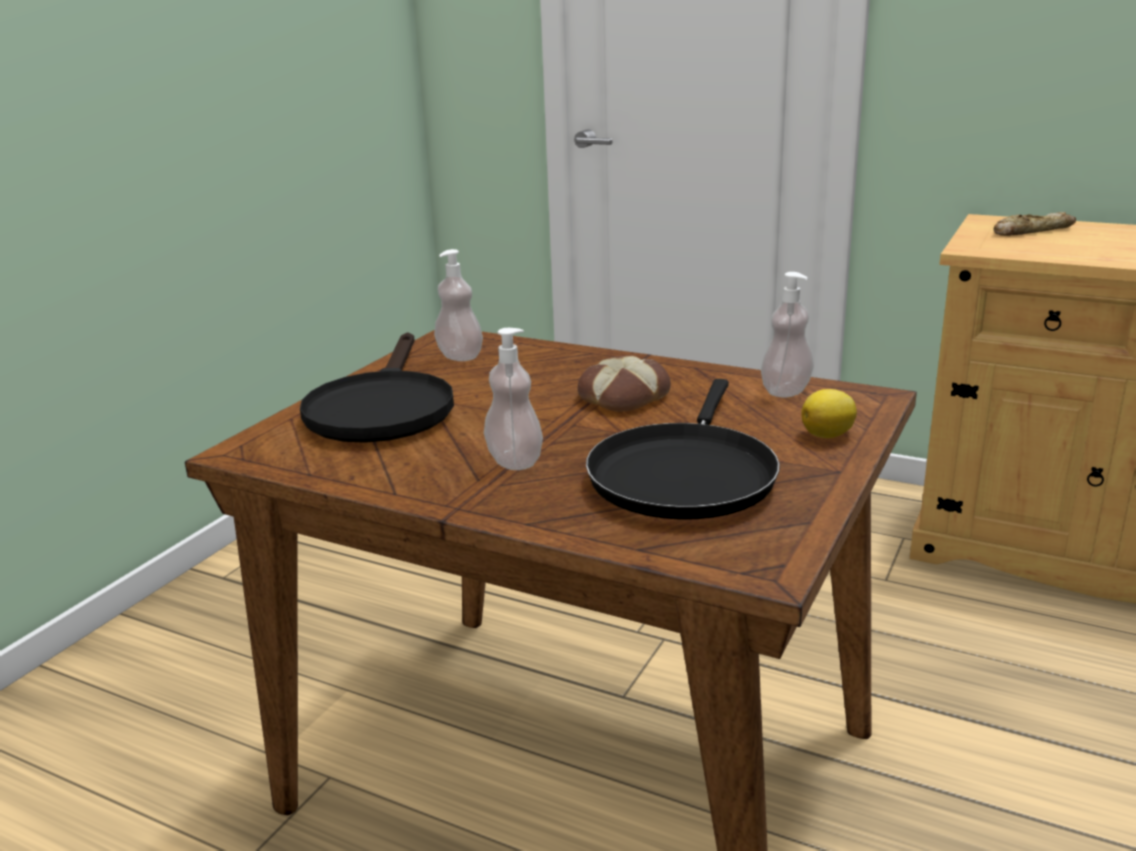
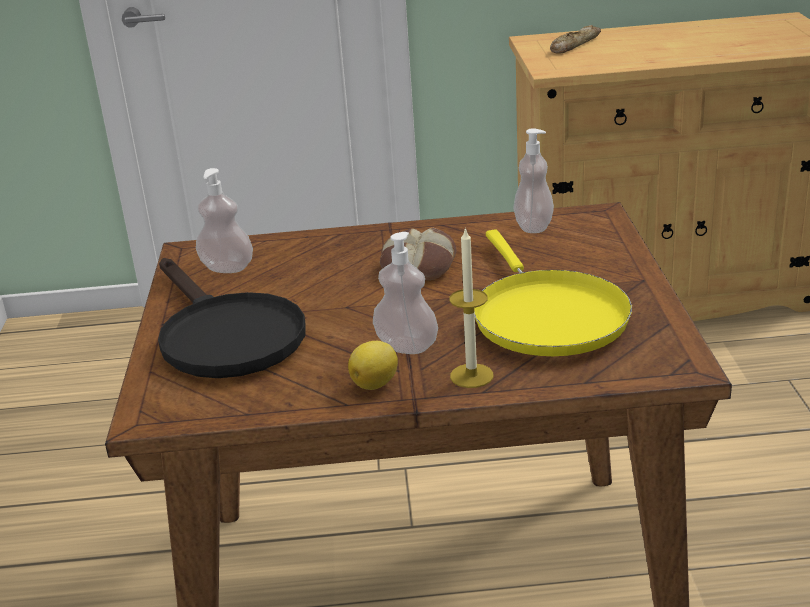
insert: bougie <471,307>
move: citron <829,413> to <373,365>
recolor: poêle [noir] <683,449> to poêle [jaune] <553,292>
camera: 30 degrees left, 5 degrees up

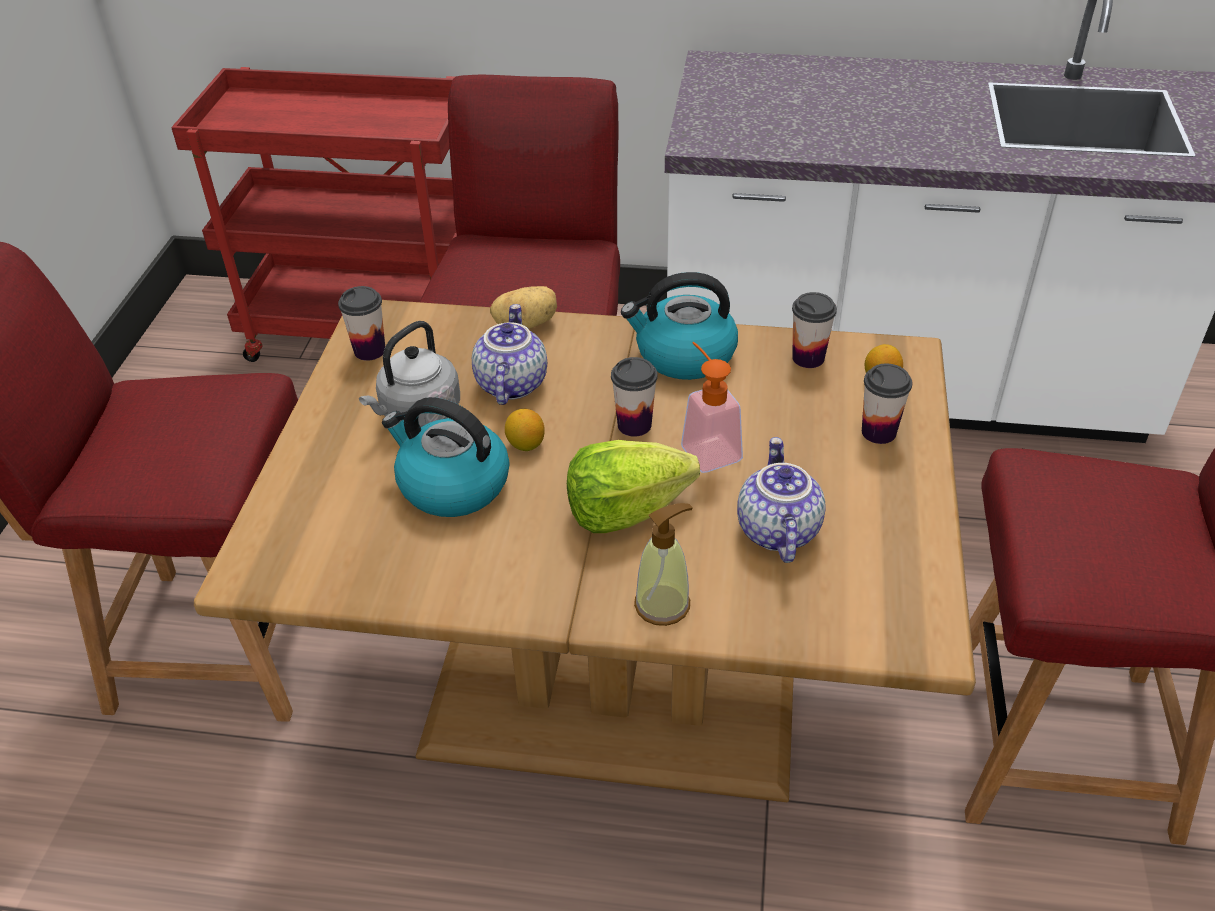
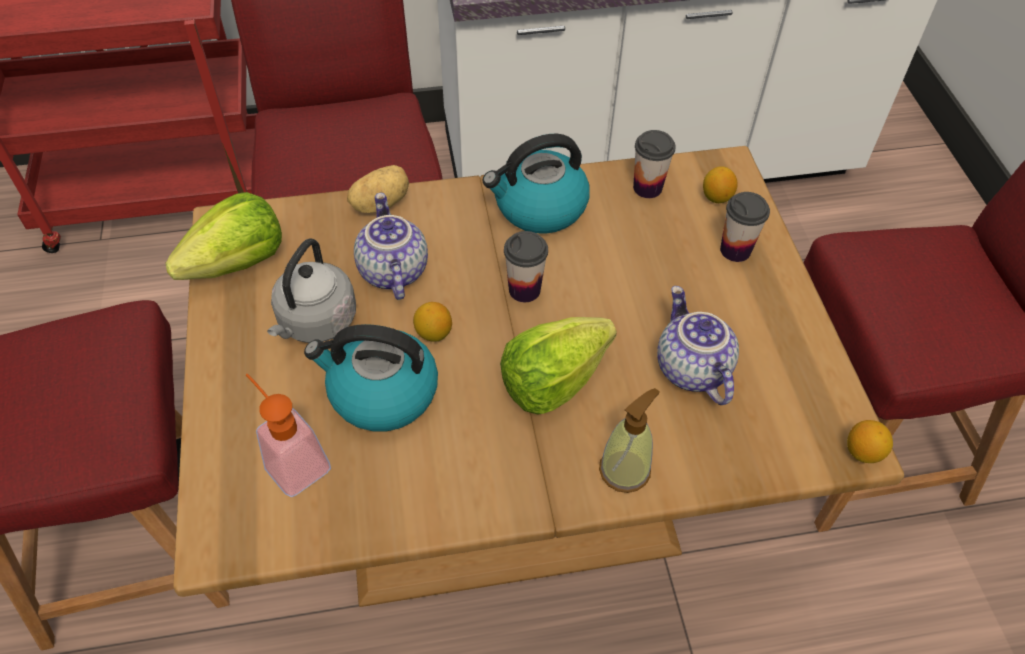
insert: citron <870,441>
move: distributeur de savon <712,407> to <288,435>
replace: tasse <361,323> to laitue <224,236>
camera: 20 degrees left, 10 degrees up

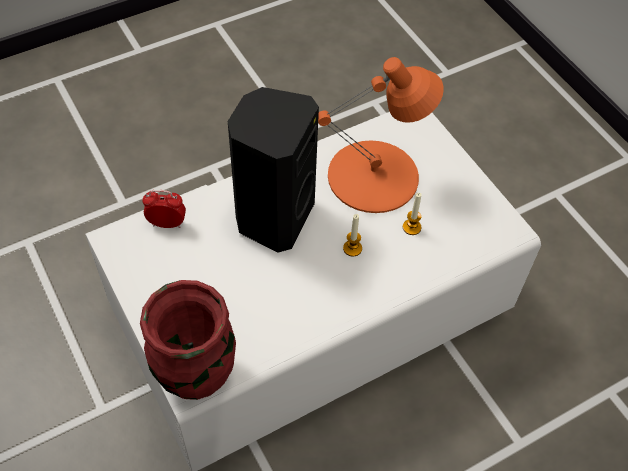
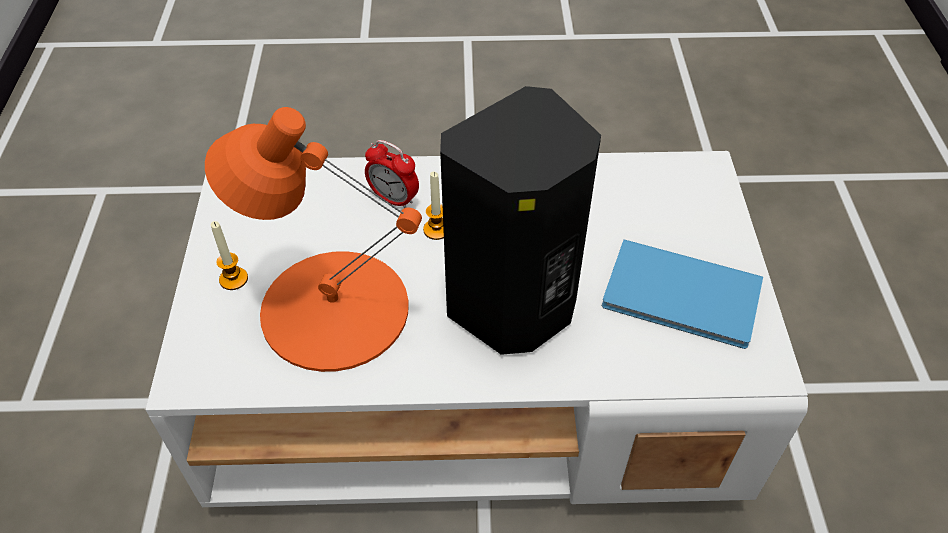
delete: vase [rouge] <188,340>
insert: livre [bleu] <682,294>
move: réveil <164,209> to <392,174>; bougie <412,214> to <229,255>
camera: 150 degrees left, 5 degrees down

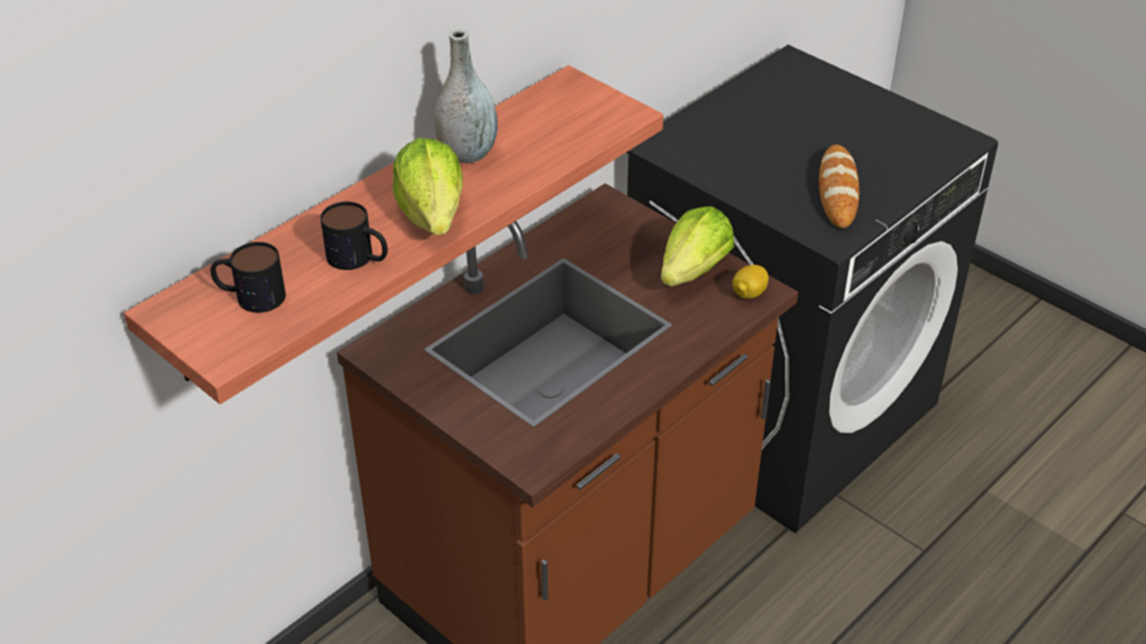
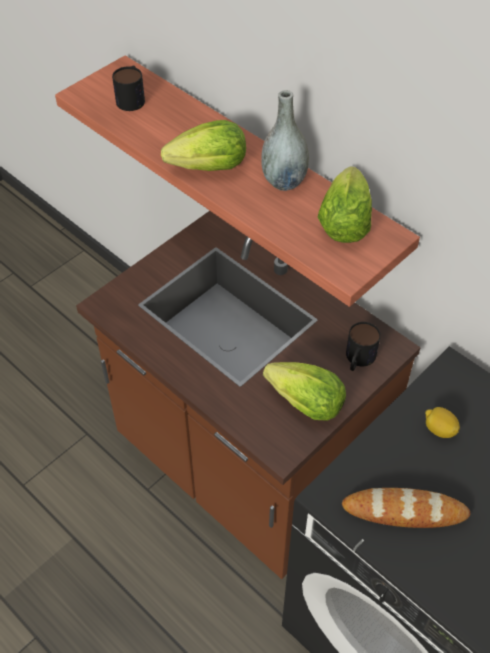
insert: laitue <344,204>
move: mug <354,236> to <363,346>; citron <750,282> to <442,422>
camera: 90 degrees right, 10 degrees up

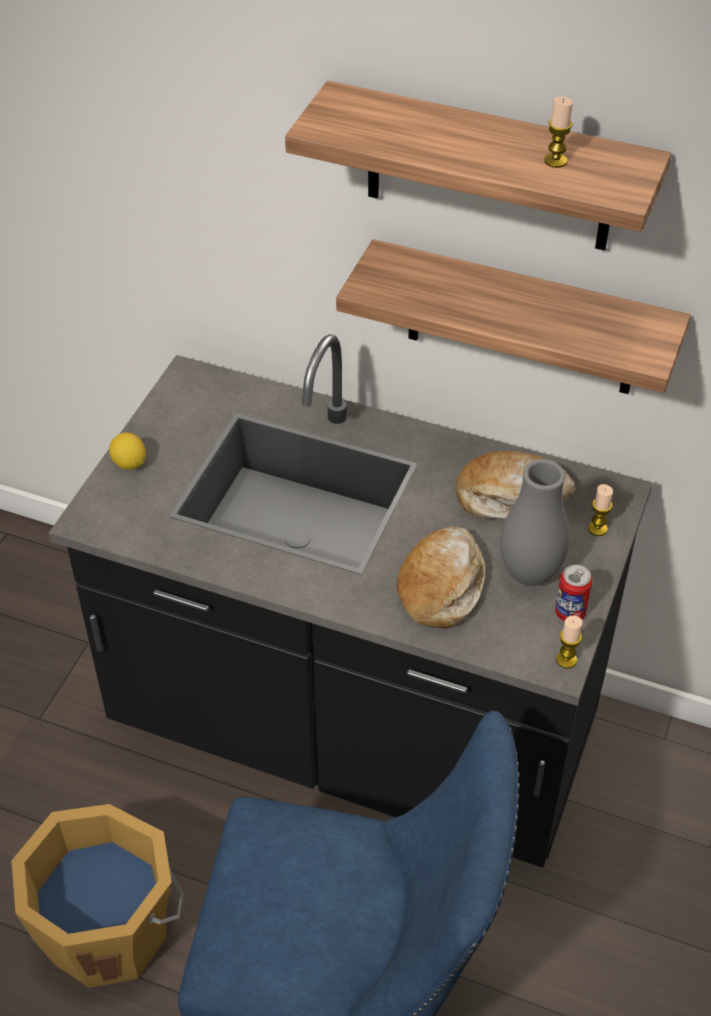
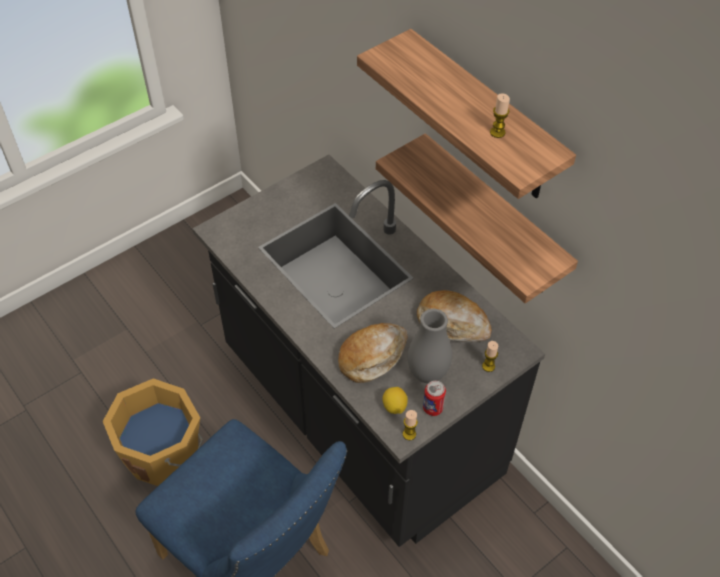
move: citron <127,451> to <395,400>
camera: 30 degrees right, 5 degrees up

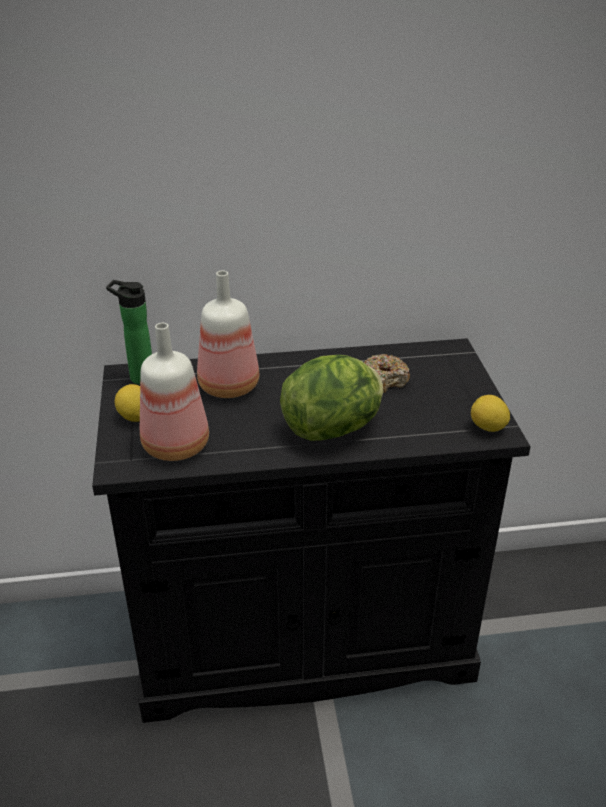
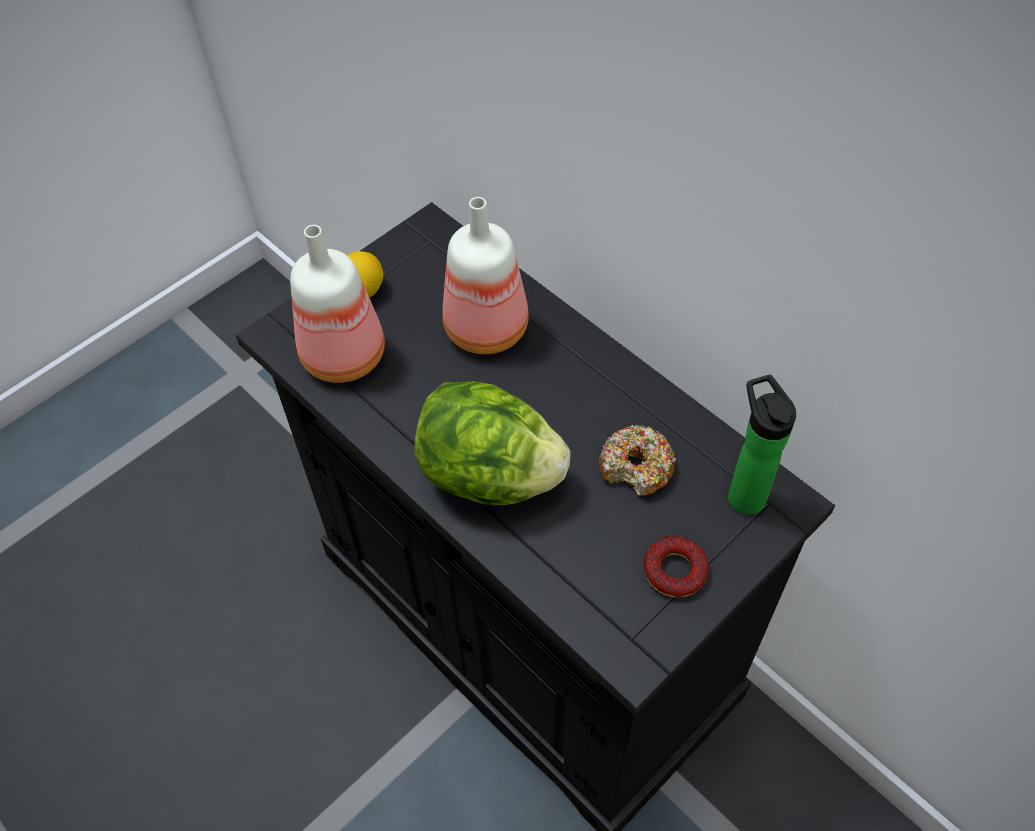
delete: citron <490,413>
insert: beignet <676,566>
move: bouteille <129,332> to <762,445>
camera: 55 degrees right, 20 degrees up

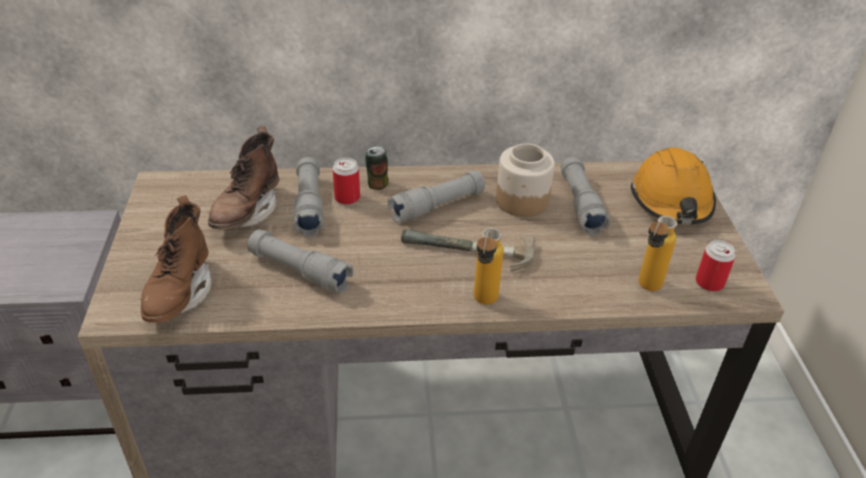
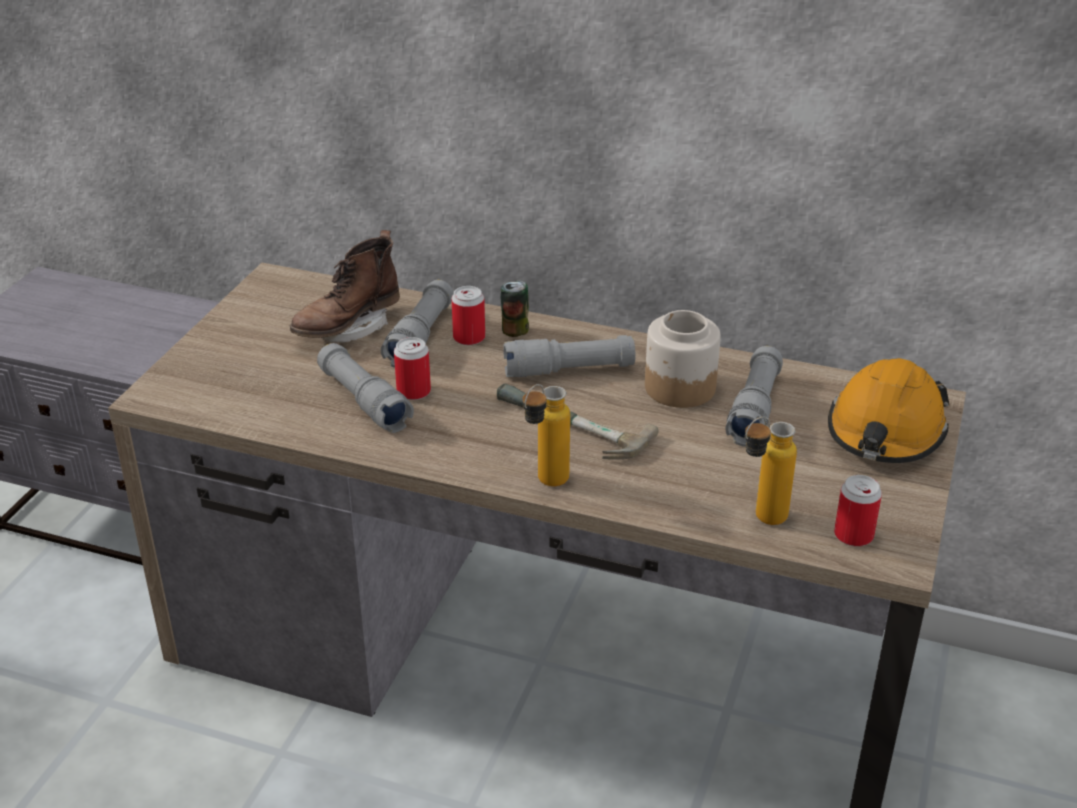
delete: botte [marron] <175,259>
insert: boîte métallique <412,368>
camera: 25 degrees right, 5 degrees down

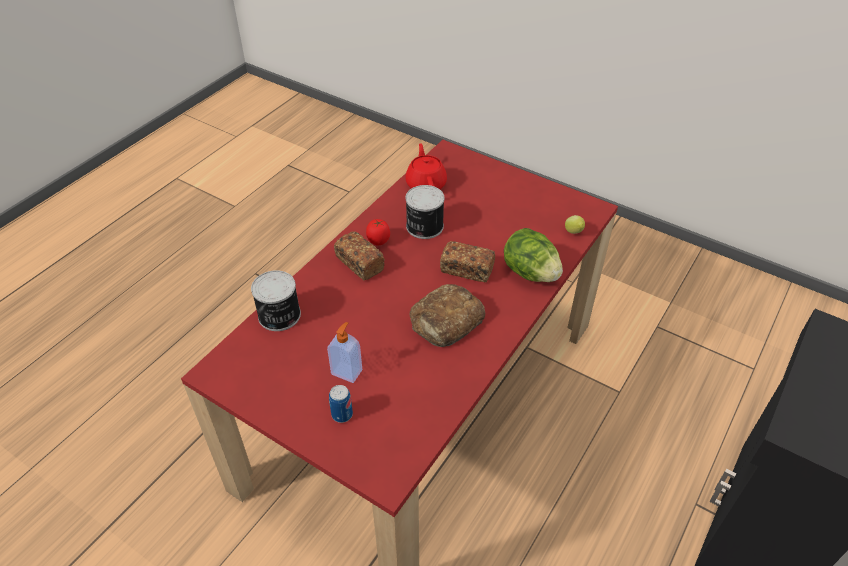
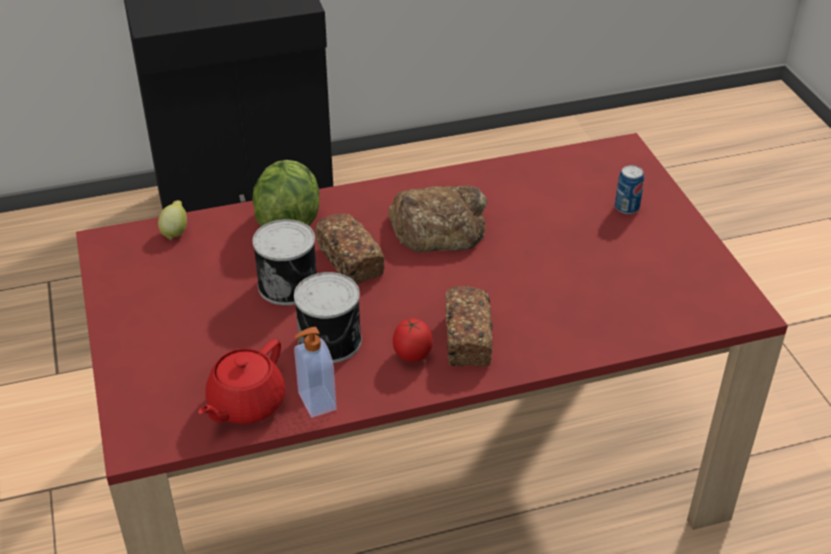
move: boîte métallique <276,300> to <284,262>; distributeur de savon <344,352> to <315,372>
camera: 140 degrees left, 5 degrees down

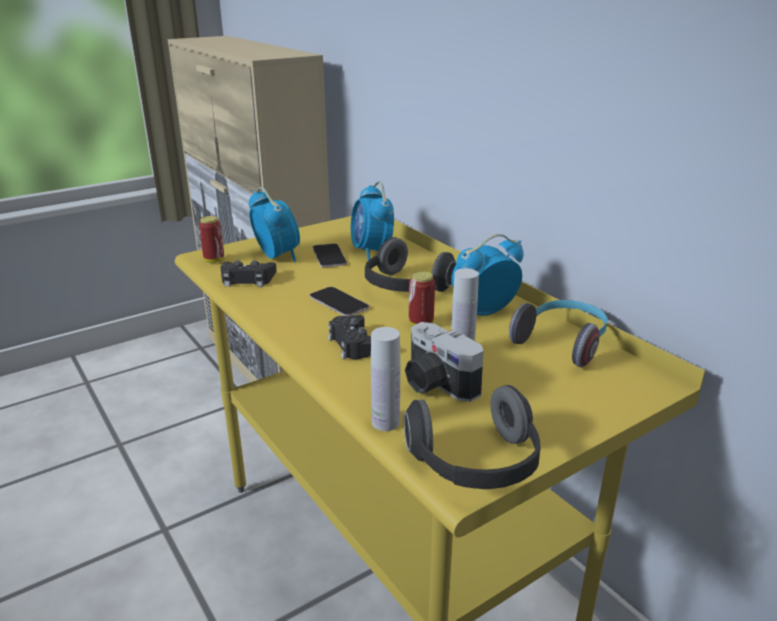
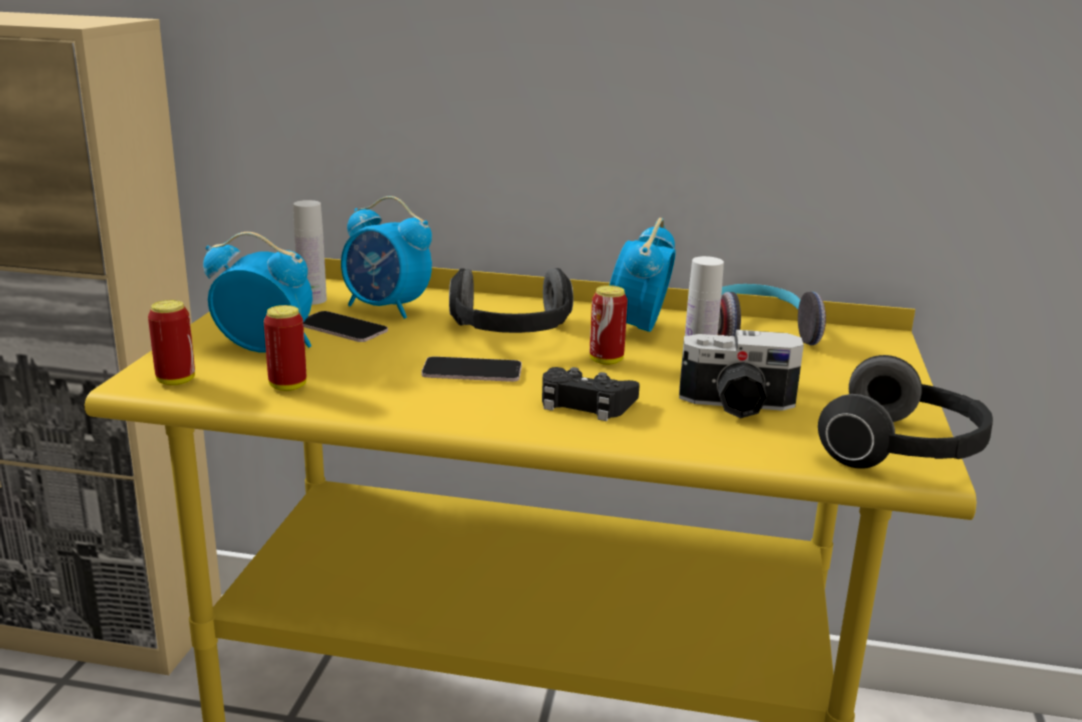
move: bouteille [blanc] <386,379> to <310,252>
replace: manette [noir] <248,273> to boîte métallique <285,348>
camera: 45 degrees left, 5 degrees down

